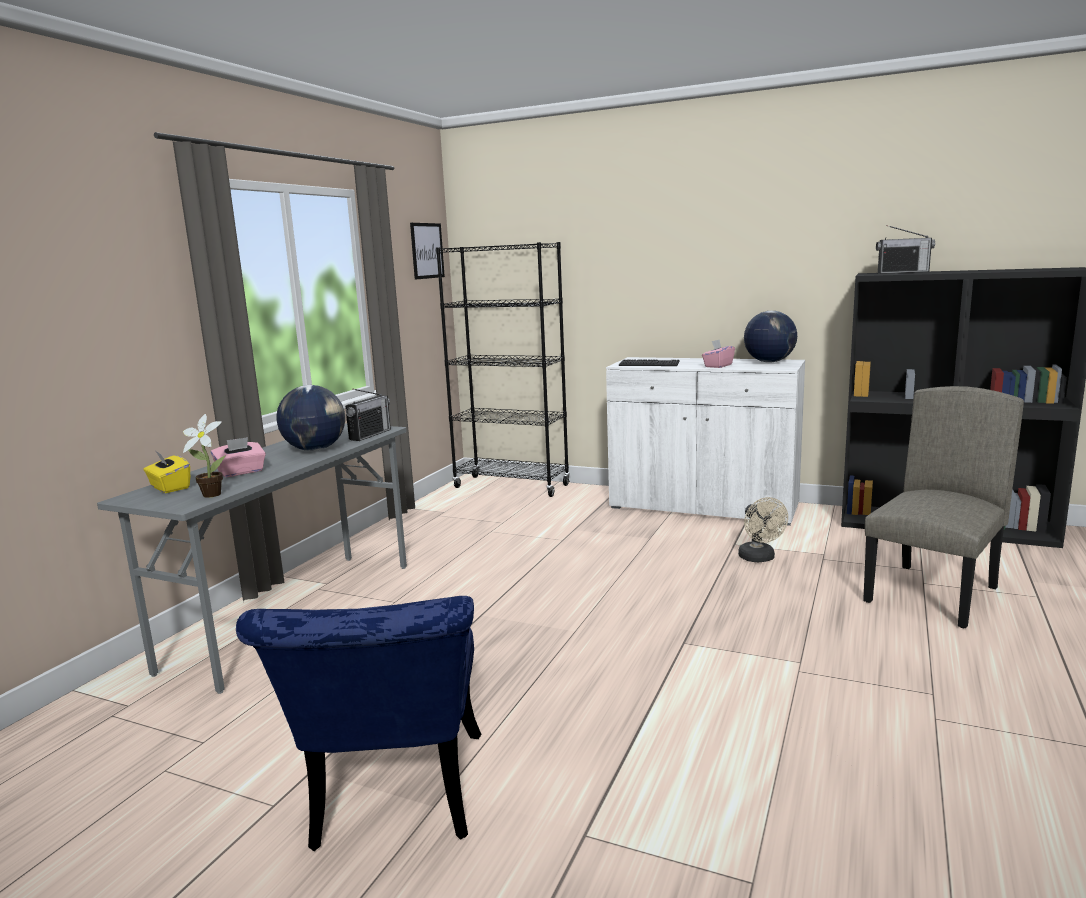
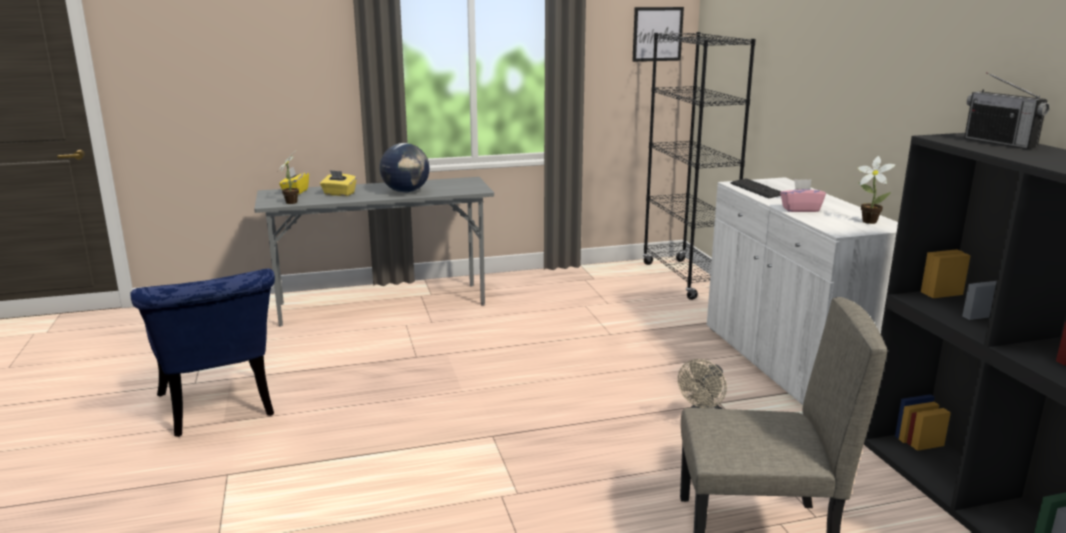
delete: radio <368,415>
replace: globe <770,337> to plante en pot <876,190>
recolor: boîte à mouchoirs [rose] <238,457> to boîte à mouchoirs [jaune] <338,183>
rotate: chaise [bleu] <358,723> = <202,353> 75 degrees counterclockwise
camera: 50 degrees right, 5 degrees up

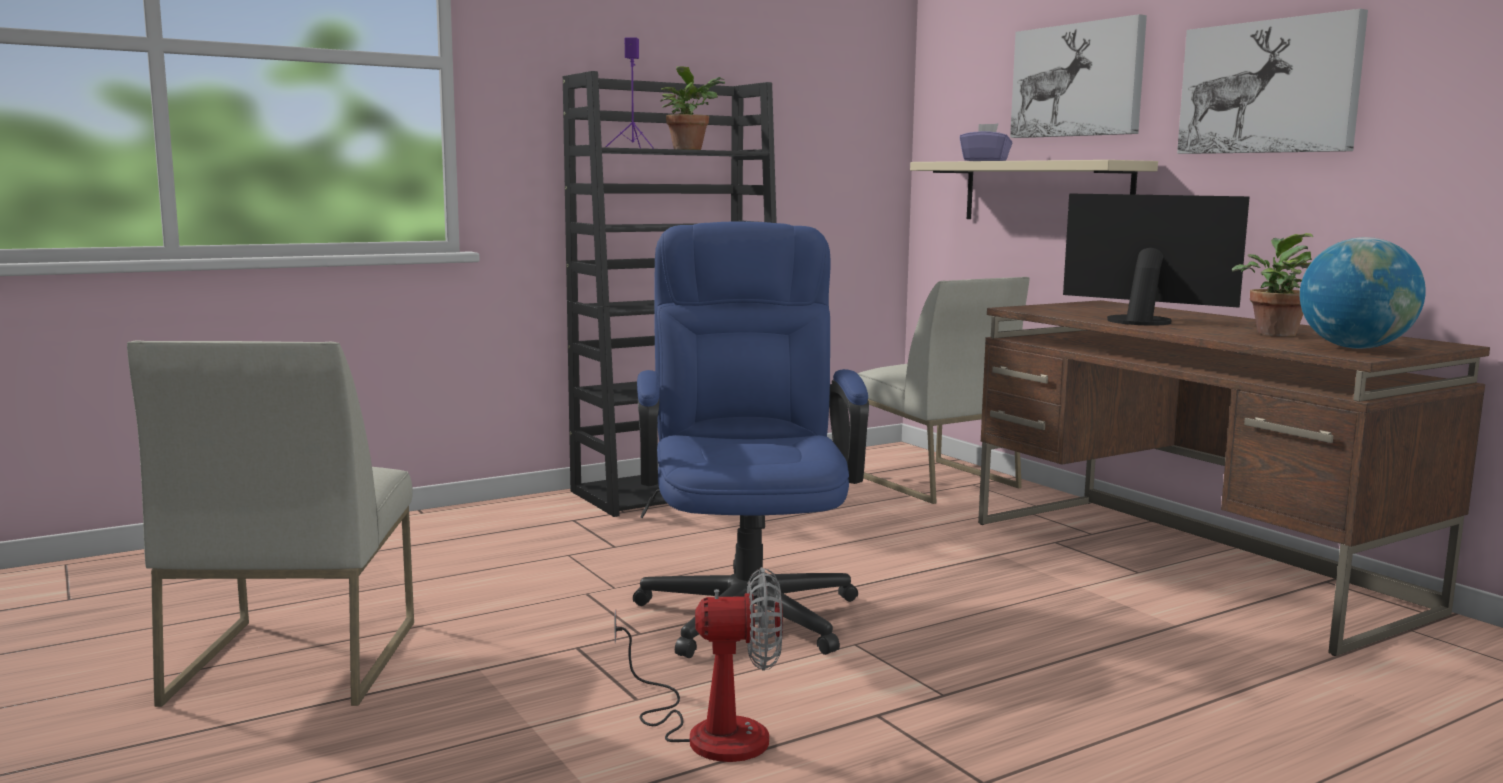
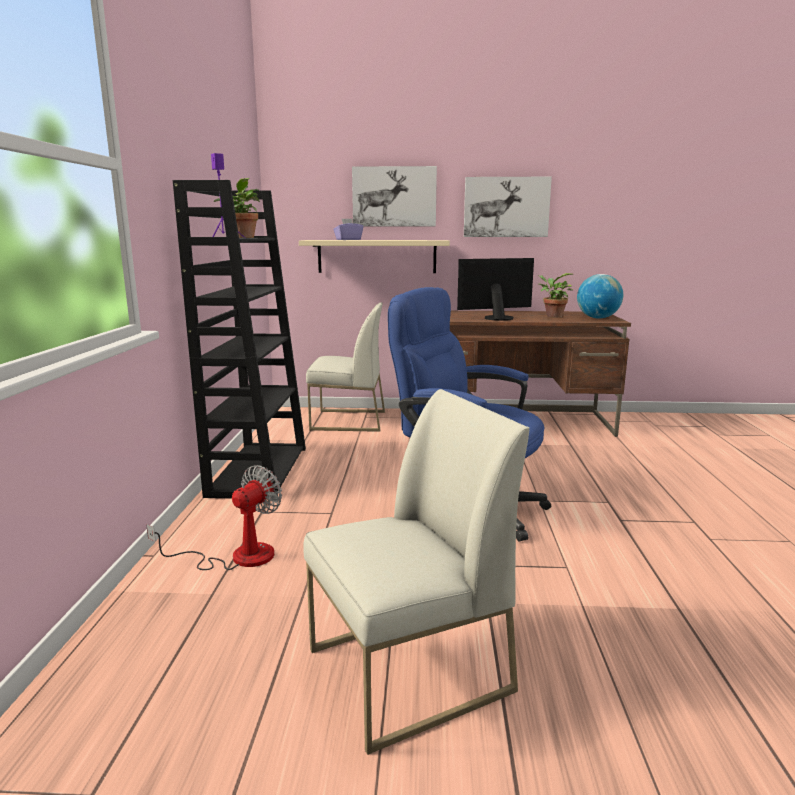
move: ventilateur <698,664> to <214,517>
rotate: chaise [blanc] <270,523> = <416,572> 60 degrees counterclockwise
camera: 55 degrees left, 5 degrees up

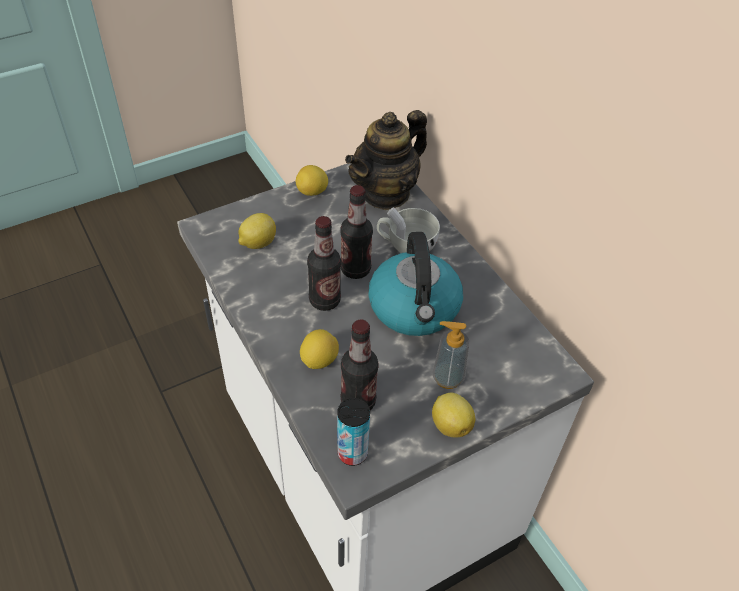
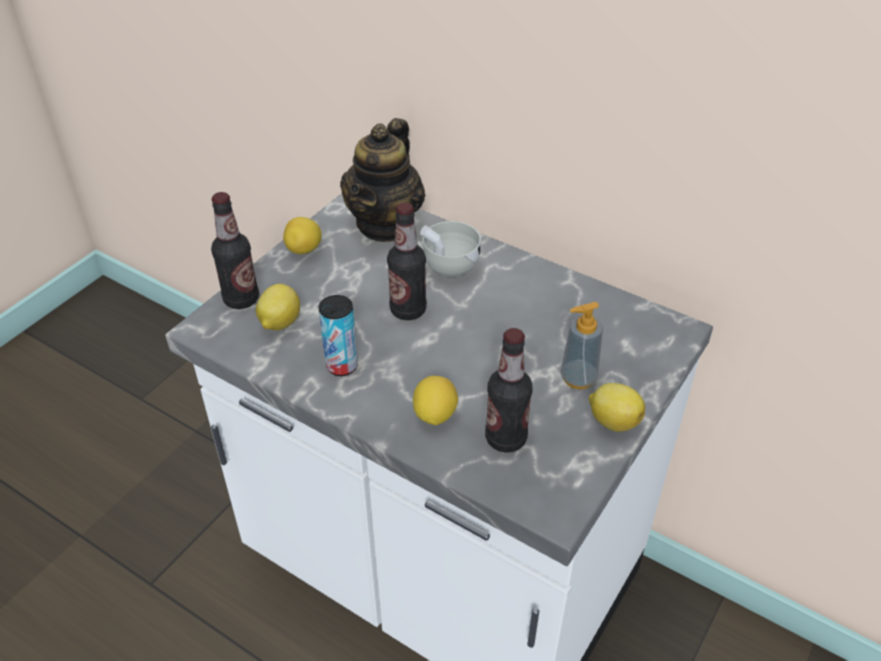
delete: bouilloire <415,284>
move: bouteille <324,263> to <235,250>; boîte métallique <353,432> to <338,335>
camera: 25 degrees left, 5 degrees down

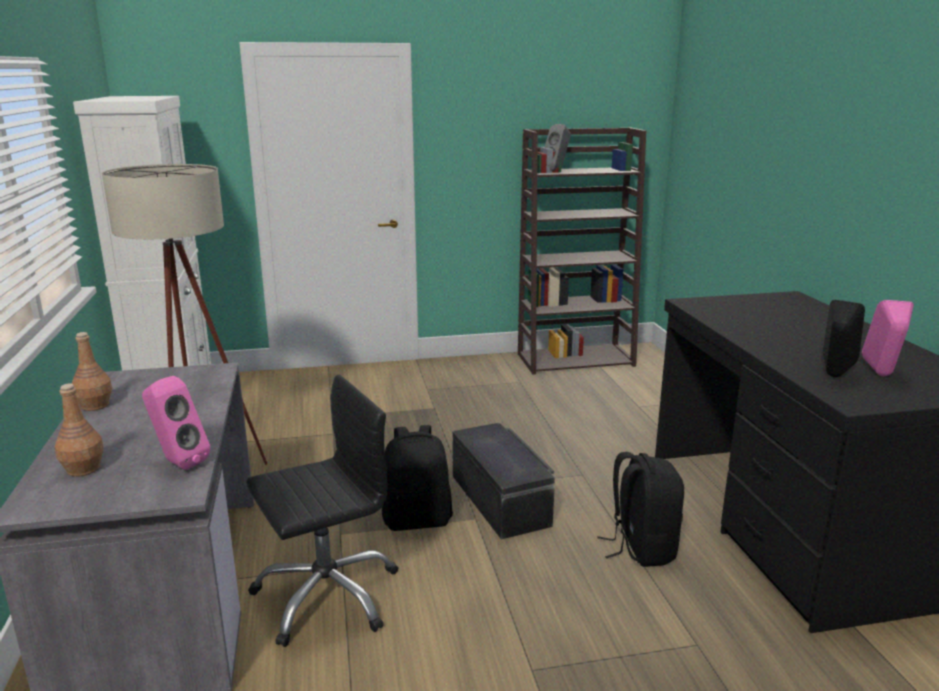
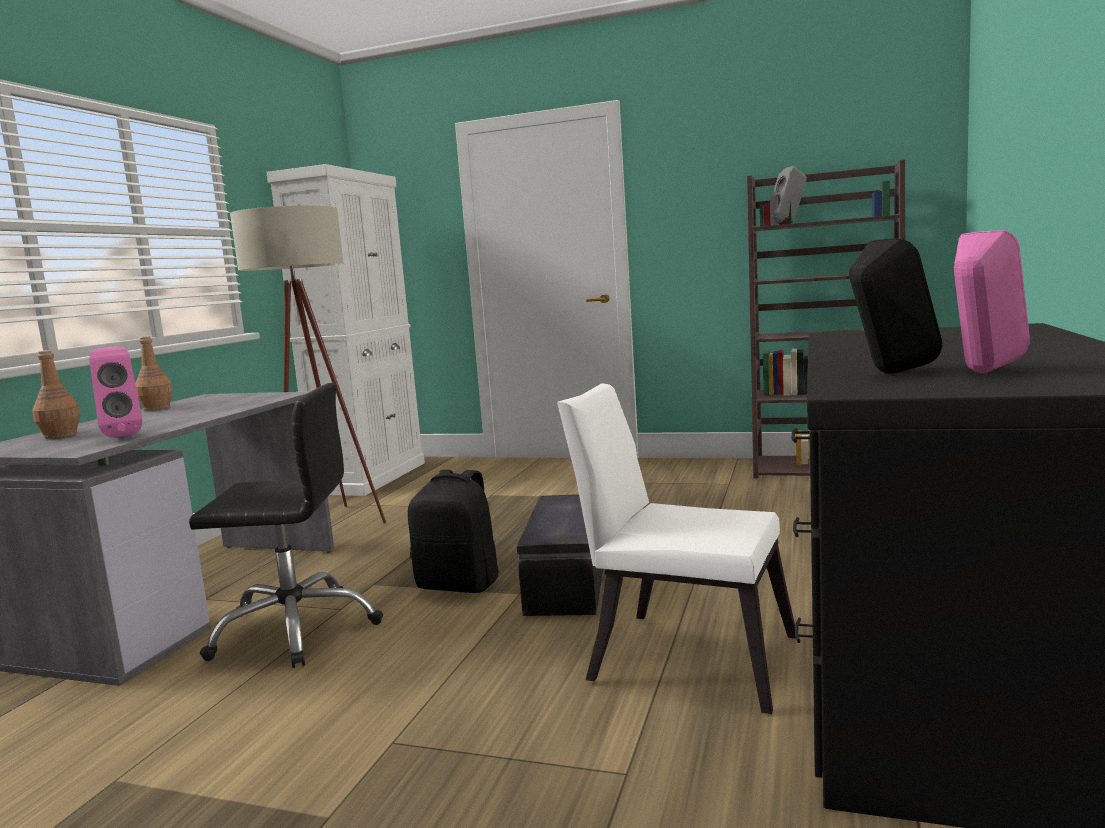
replace: sac à dos [noir] <640,509> to chaise [blanc] <676,548>
camera: 30 degrees right, 10 degrees down

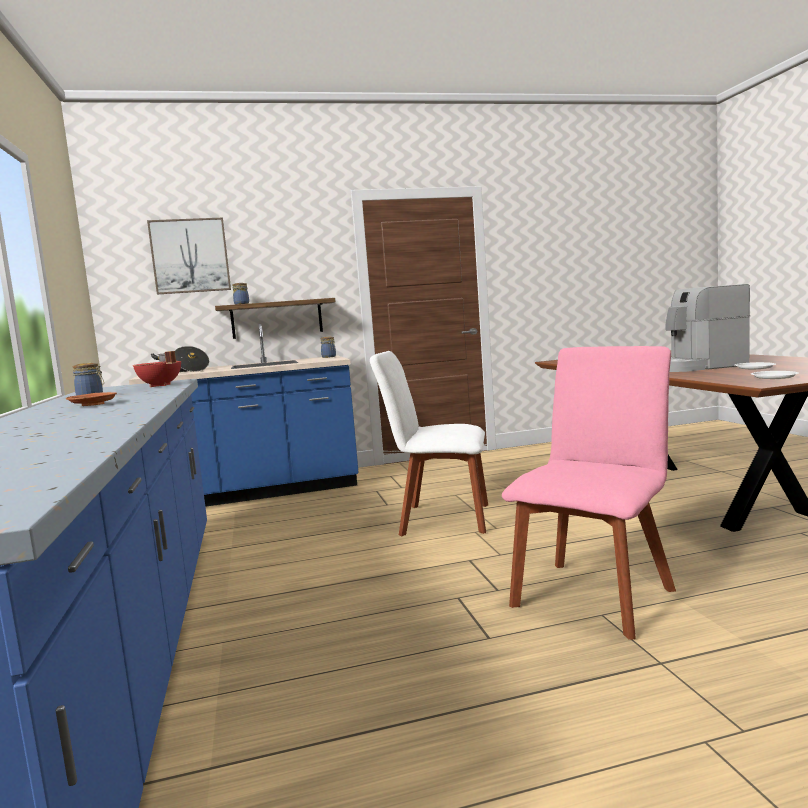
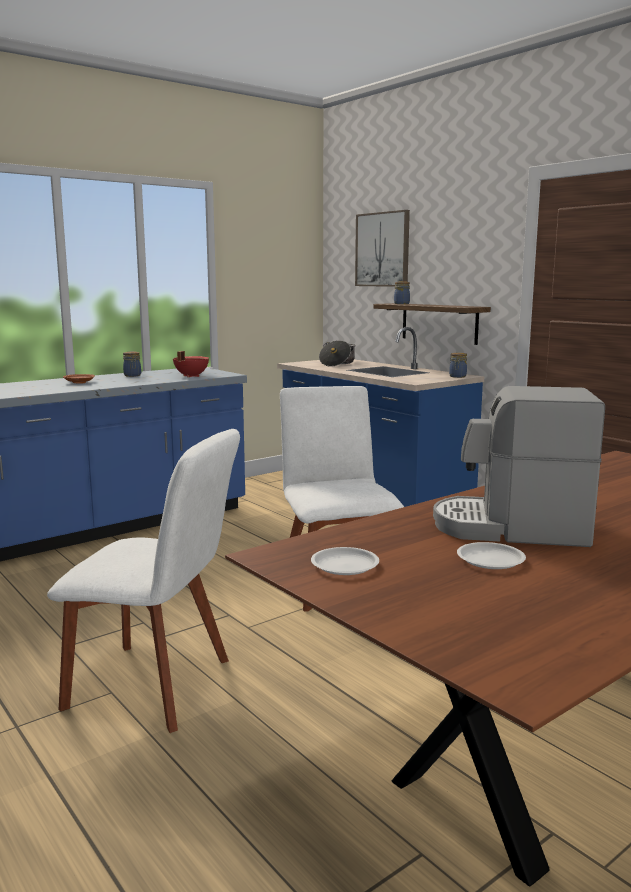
recolor: chaise [rose] <589,493> to chaise [blanc] <143,581>
rotate: machine à café <708,328> = <519,466> 45 degrees counterclockwise
camera: 65 degrees right, 5 degrees up

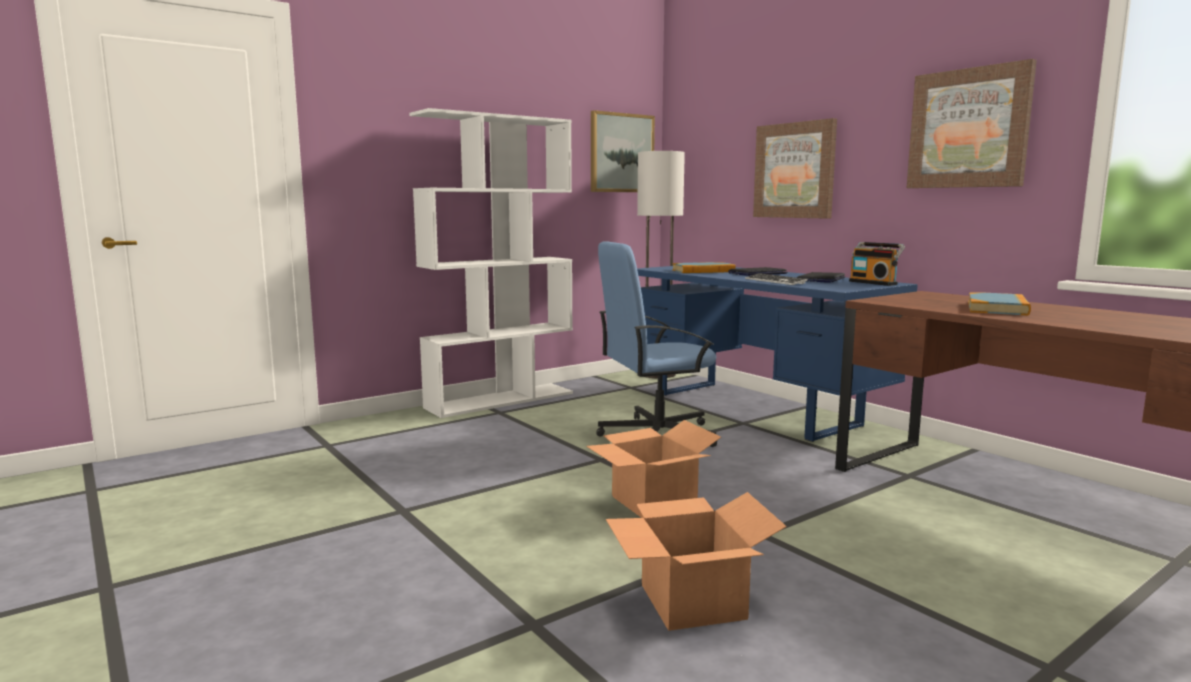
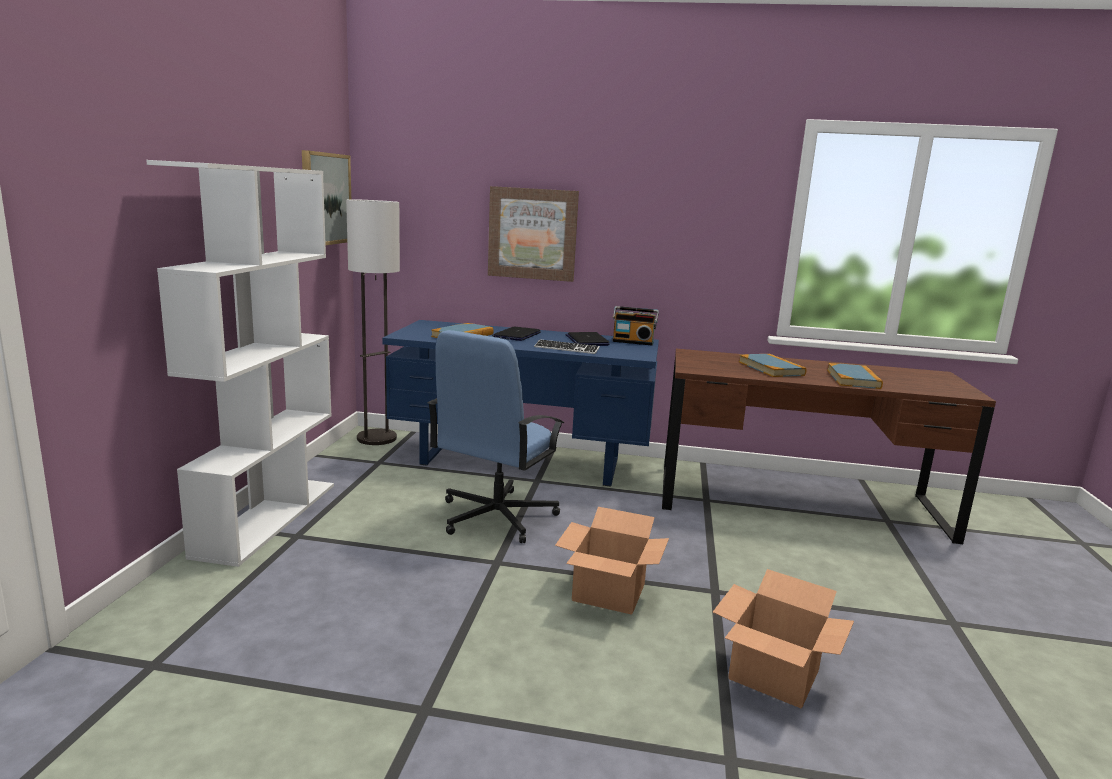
delete: tableau <972,123>
insert: livre <855,376>
camera: 45 degrees left, 5 degrees up

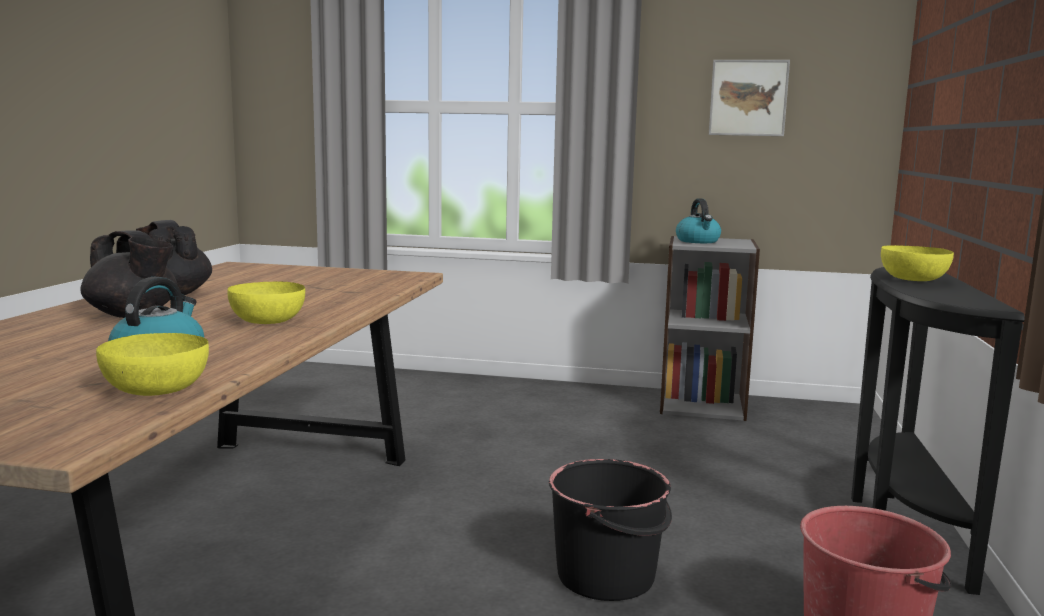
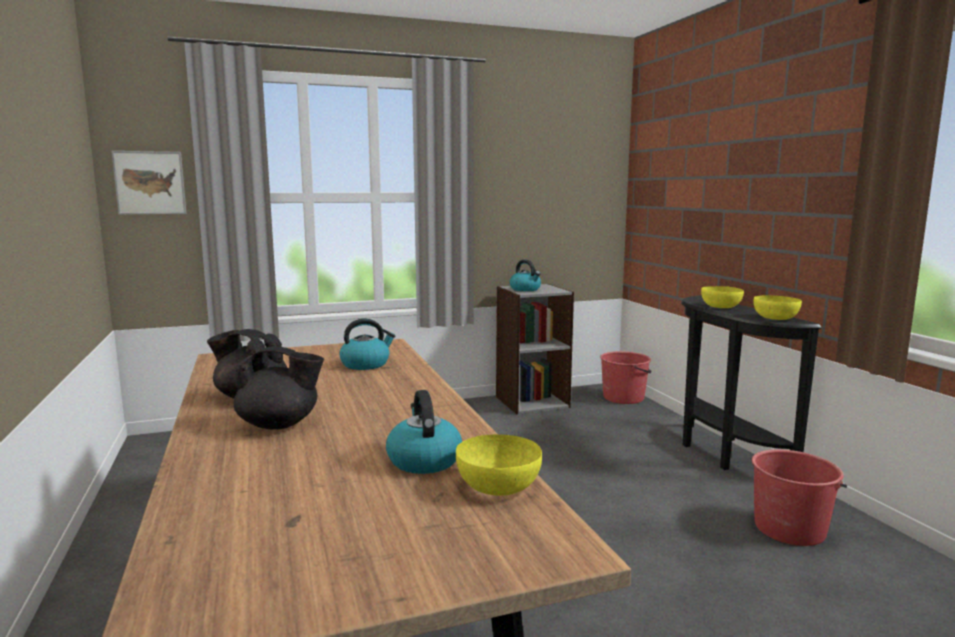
delete: seau [noir] <610,530>
insert: bouilloire <367,344>; seau [rouge] <625,377>
move: tableau <749,98> to <148,183>; bol [jaune] <266,302> to <777,307>
camera: 30 degrees left, 0 degrees up

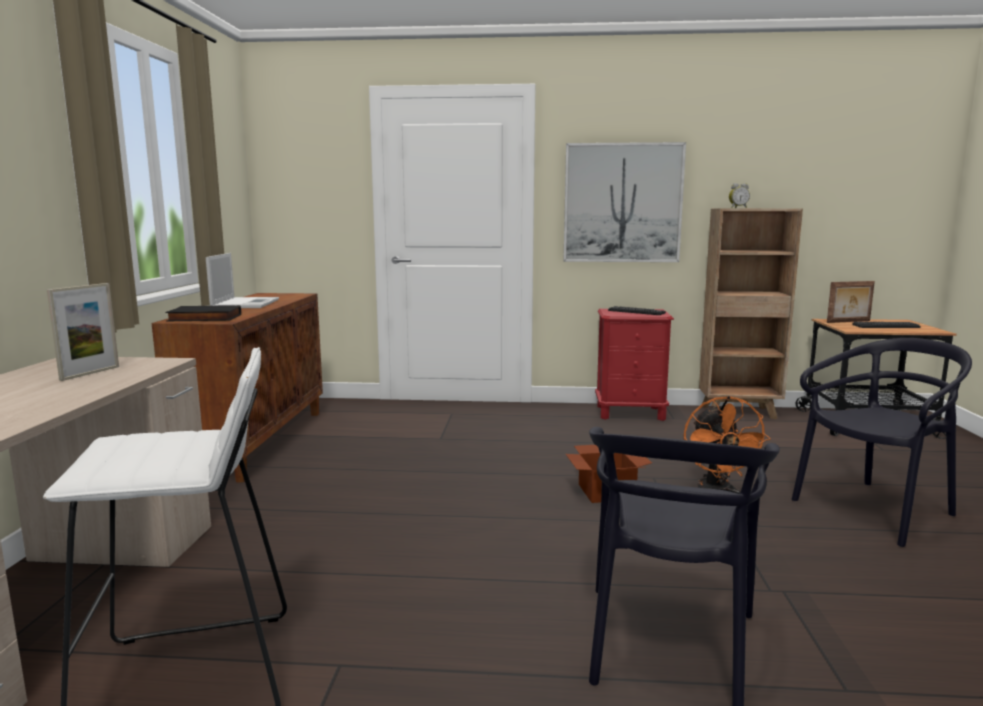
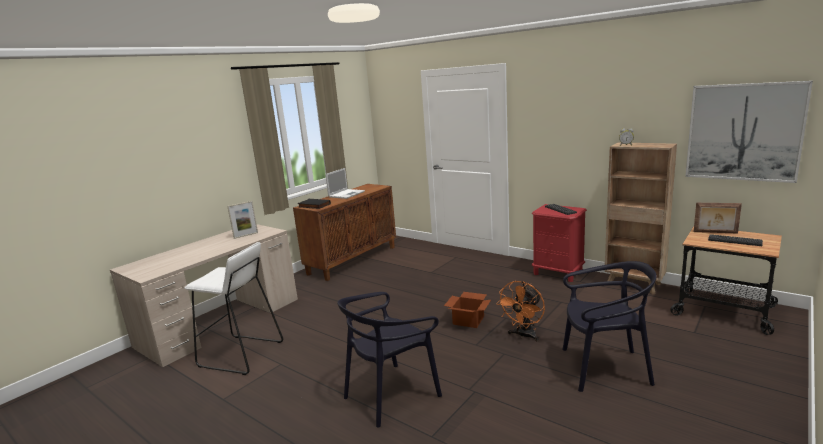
move: tableau <625,202> to <749,132>
camera: 35 degrees right, 5 degrees up

